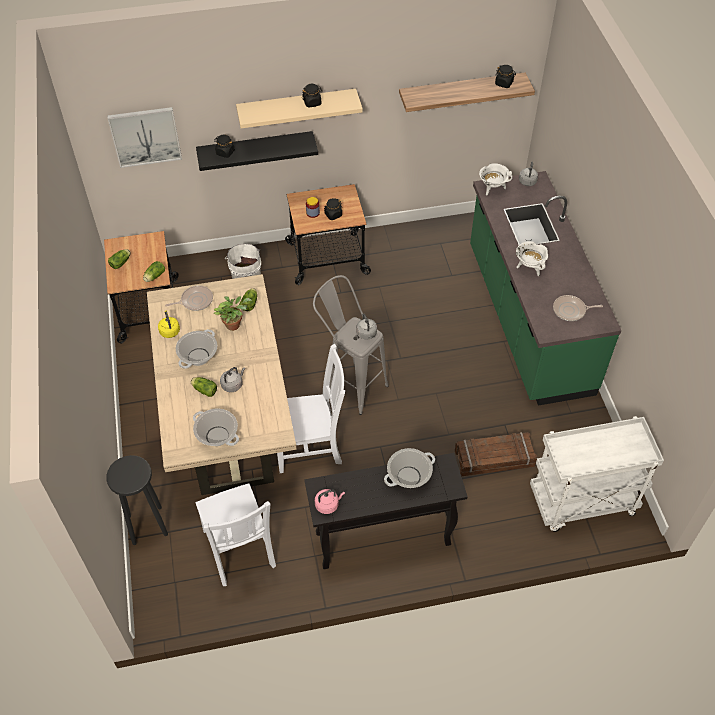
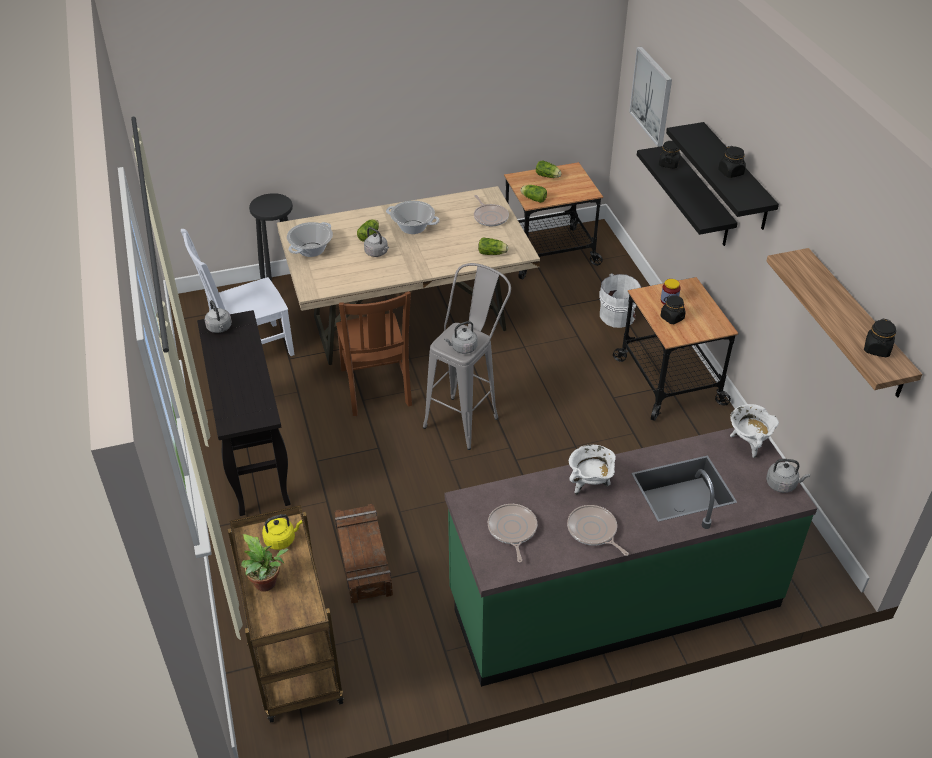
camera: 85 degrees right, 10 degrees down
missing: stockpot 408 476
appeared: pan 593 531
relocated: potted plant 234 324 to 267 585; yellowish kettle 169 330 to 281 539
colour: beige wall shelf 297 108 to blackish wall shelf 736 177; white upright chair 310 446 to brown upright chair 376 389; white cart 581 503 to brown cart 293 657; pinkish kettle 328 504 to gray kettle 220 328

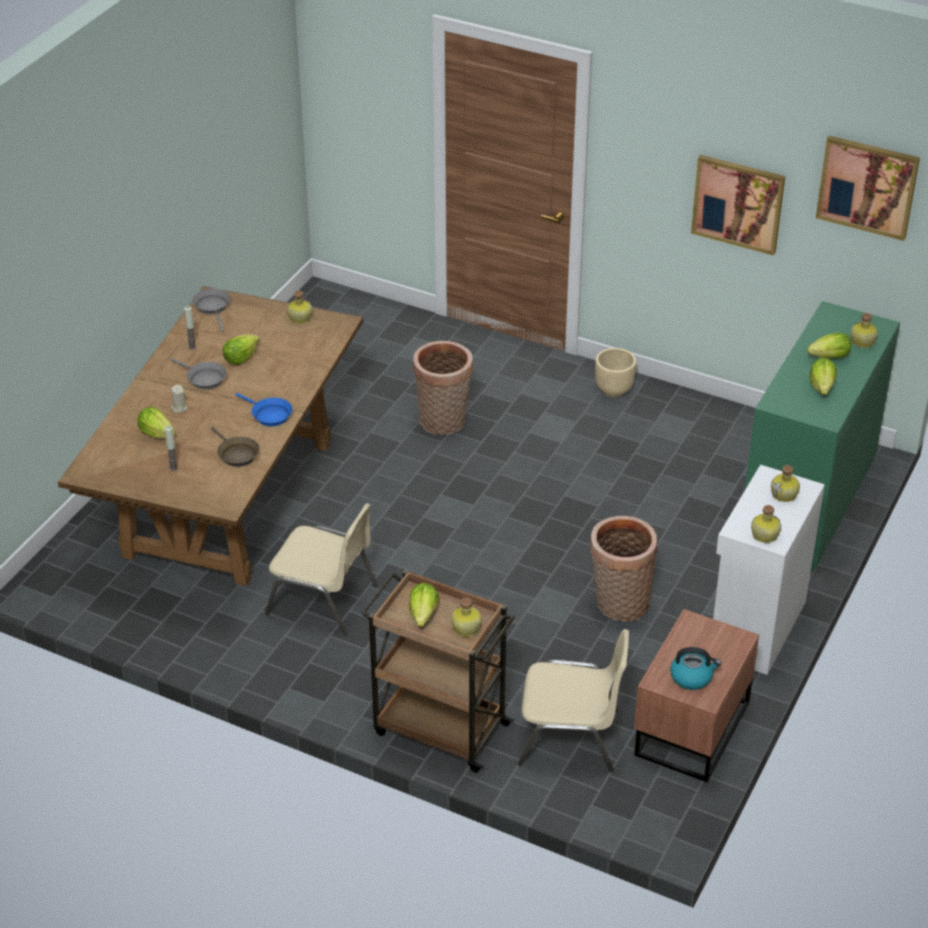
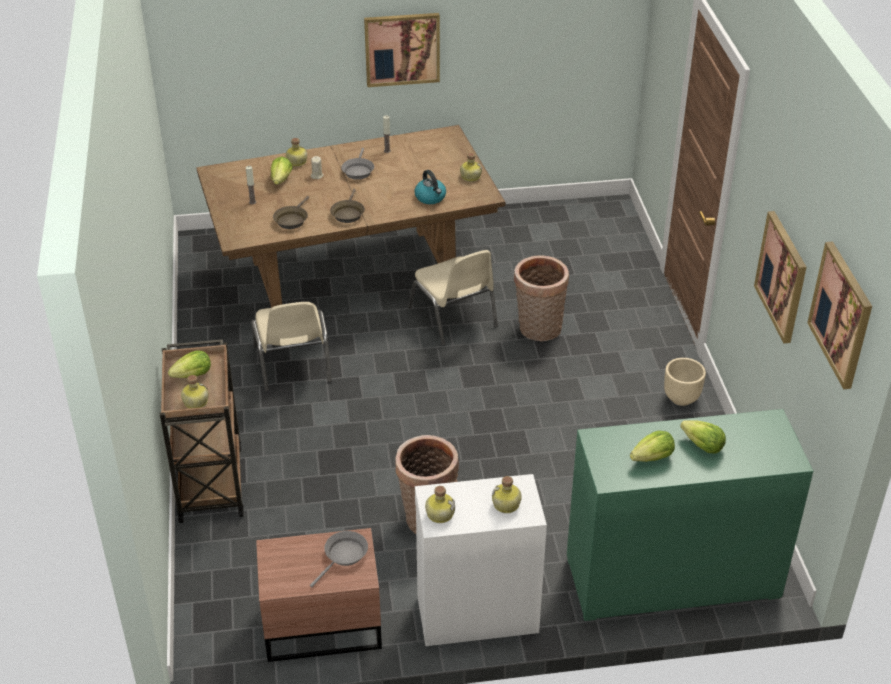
camera: 55 degrees right, 0 degrees up
missing: lettuce head 240 358
appeared: wall art 402 49
relocated: gray pan 213 308 to 344 556; beverage bottle 862 342 to 296 162; beige upright chair 571 737 to 454 318; kettle 692 677 to 430 197
colour: blue pan 269 415 to brown pan 348 213

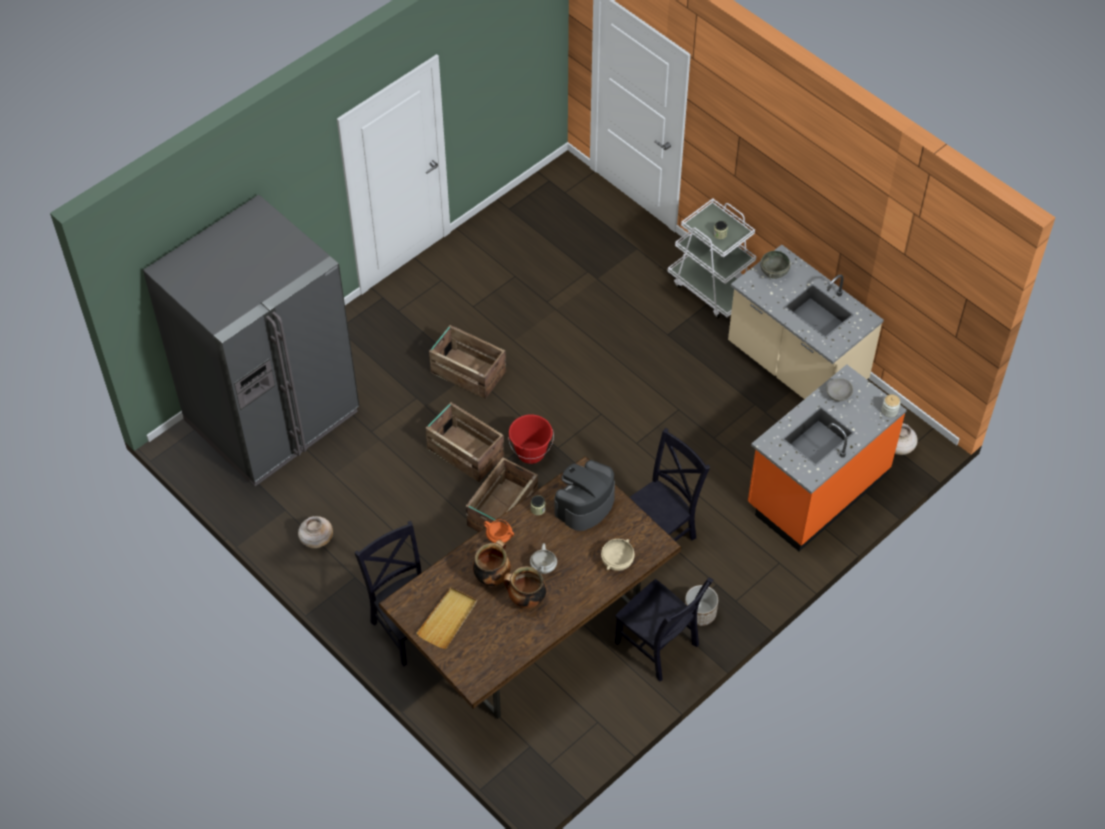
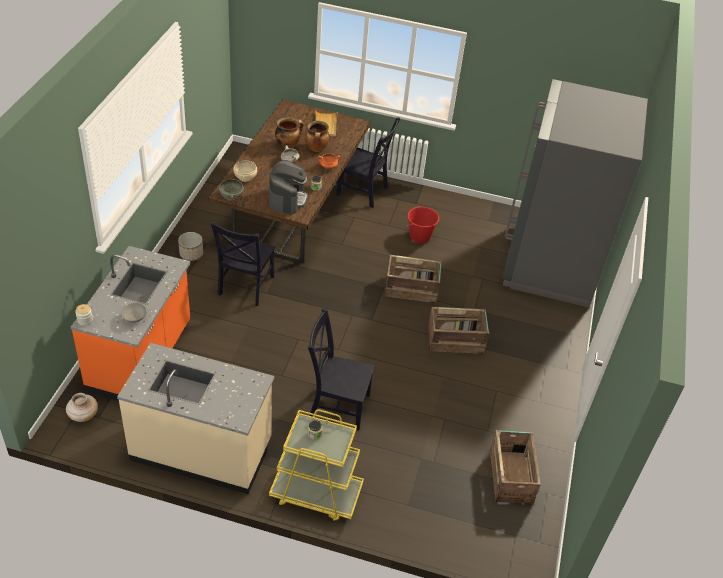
camera: 145 degrees right, 10 degrees down
missing: beige vase 316 540
relocated: gray deep dish 774 272 to 231 196; red pail 531 452 to 420 237; packing crate 501 511 to 511 475; blackish upright chair 659 646 to 336 405
colour: white cart 711 288 to yellowish cart 315 494

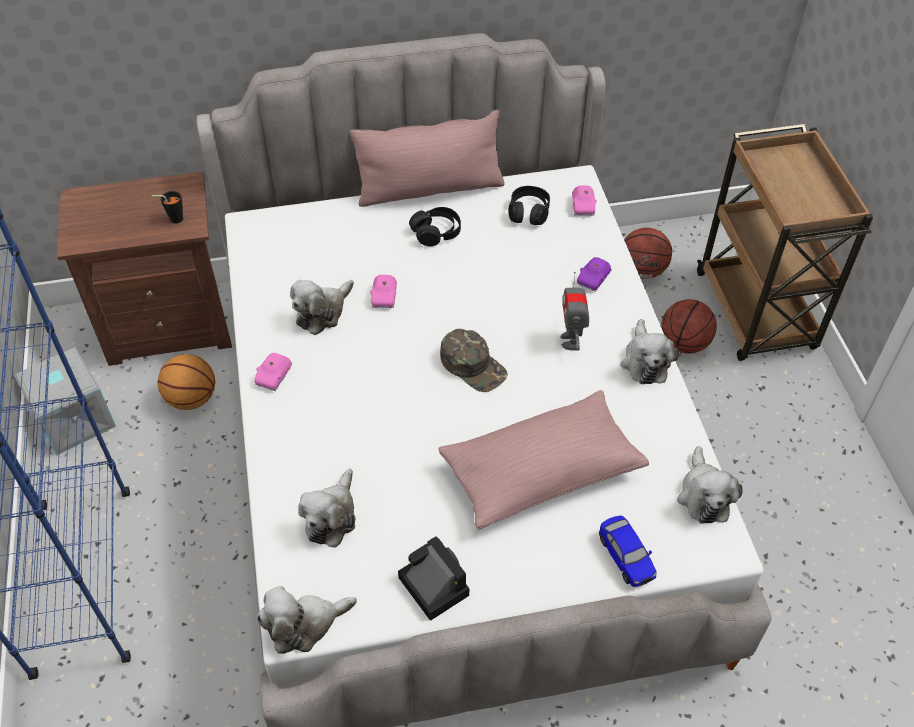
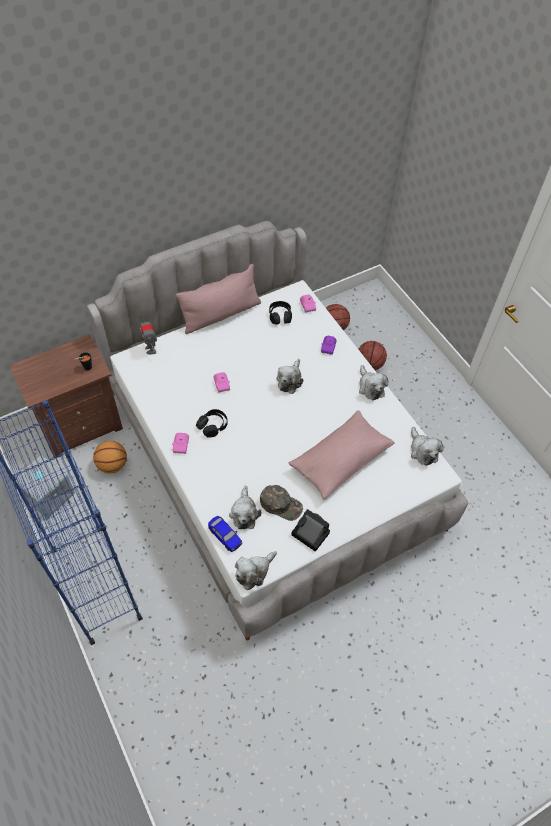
camera: 20 degrees left, 5 degrees up
missing: brown cart 756 313
relocated: blackish headphones 436 232 to 212 426; robot figure 571 341 to 151 349; soft toy 322 312 to 290 380; green peaked cap 473 365 to 281 504; toy car 626 558 to 225 536

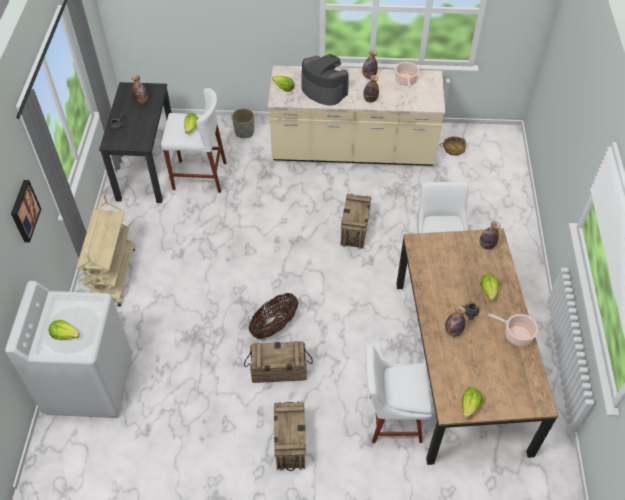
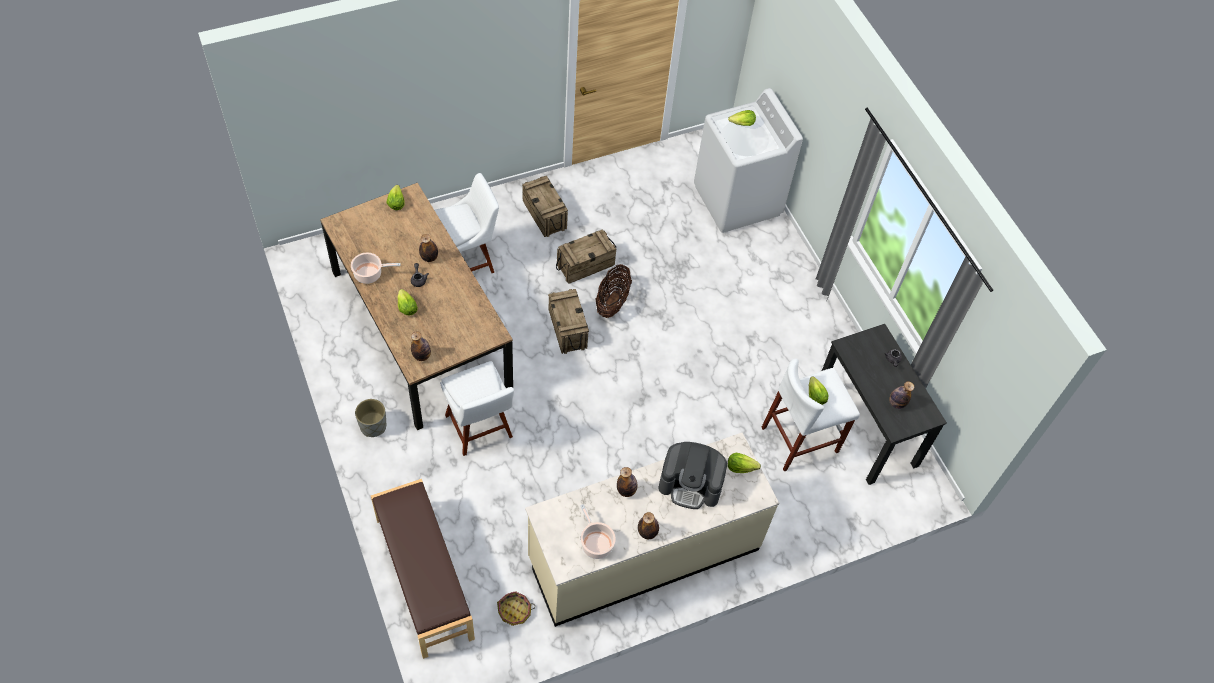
camera: 150 degrees right, 5 degrees up
missing: wall art 24 211; beige cart 113 275
appeared: brown bench 423 578
relocated: gray plant pot 244 132 to 373 426; packing crate 355 229 to 567 329

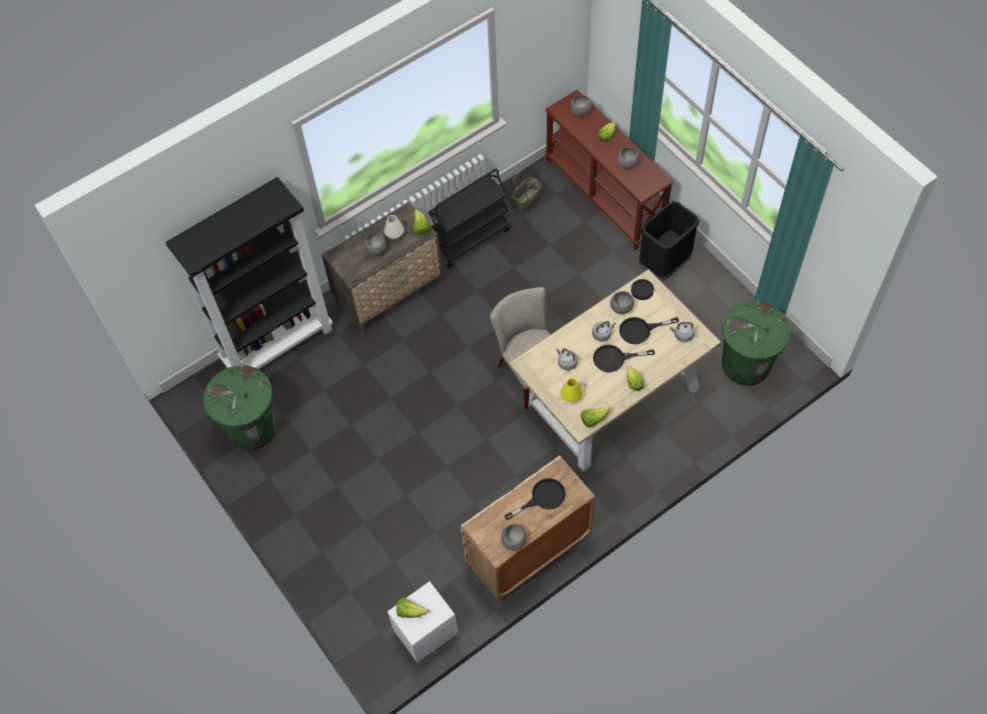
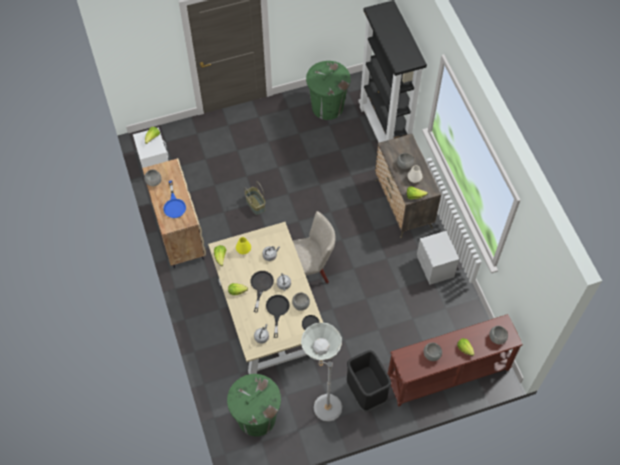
camera: 105 degrees right, 0 degrees up
appeared: gray standard lamp 321 405
relocated: storage basket 526 201 to 256 204
exchanged: blackish cart 470 238 to gray bedside table 435 267
colour: blackish pan 542 498 to blue pan 174 205

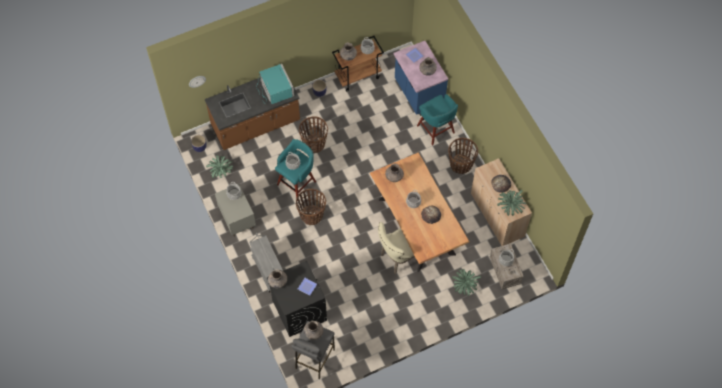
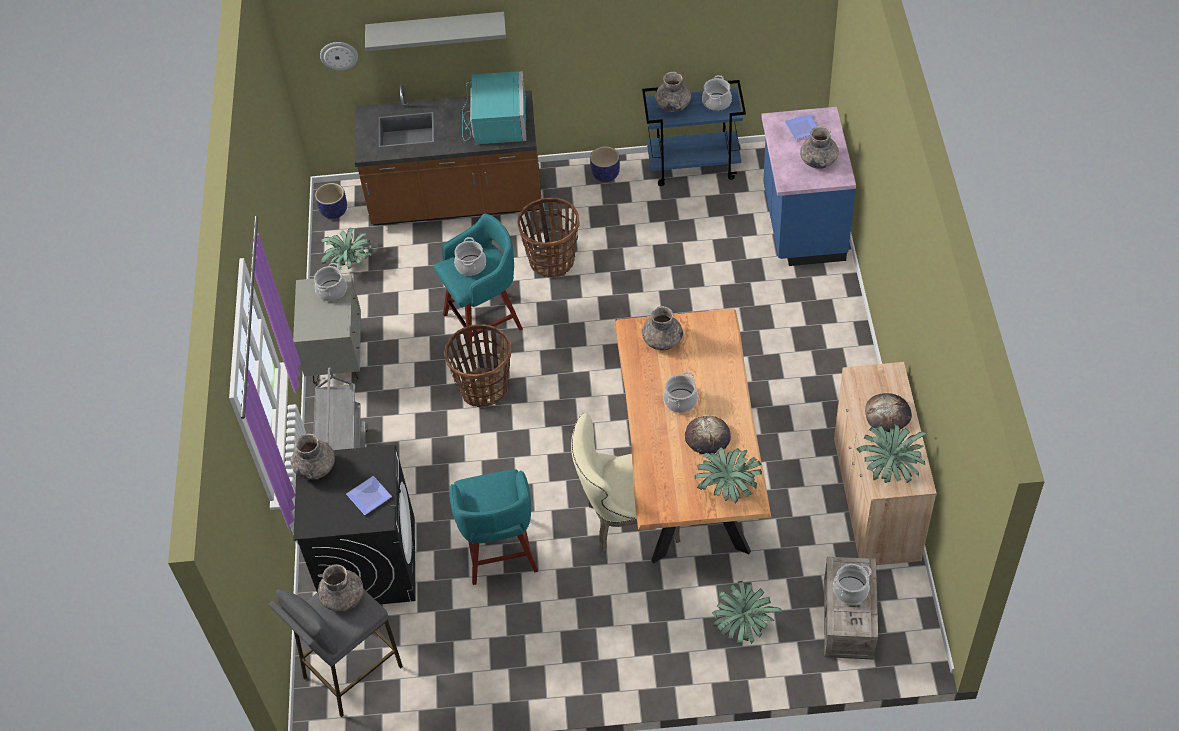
camera: 25 degrees right, 10 degrees down
missing: storage basket 461 164
appeared: gray wall shelf 436 29; potted plant 727 487
relocated: blue-green stool 436 130 to 500 553
colour: brown cart 358 76 to blue cart 694 165

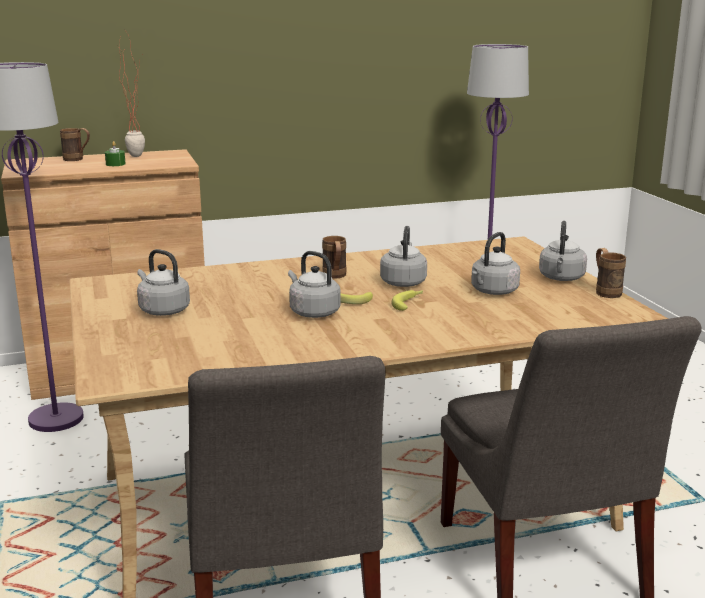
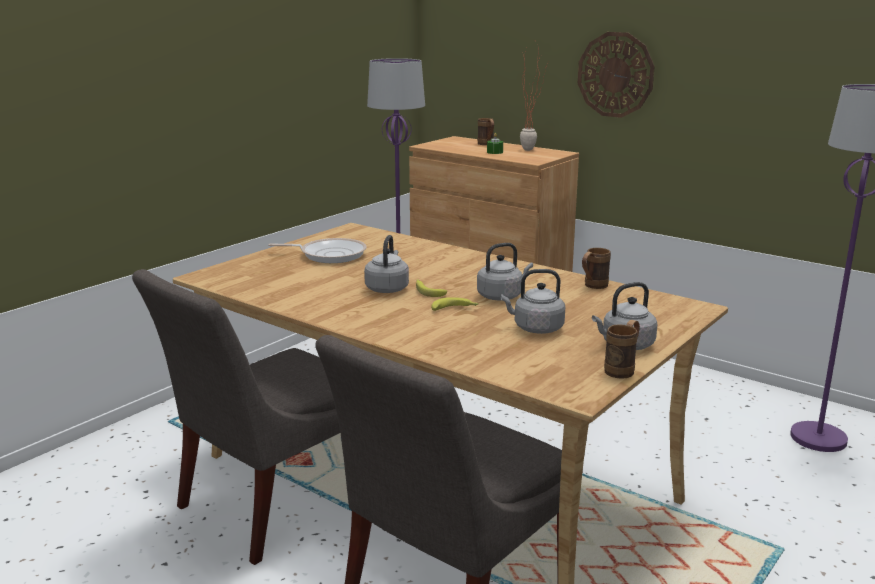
camera: 55 degrees right, 0 degrees up
appeared: clock on the wall 615 74
relocated: brown coffee mug 335 276 to 592 286
exchanged: gray kettle 162 310 to pan 329 255

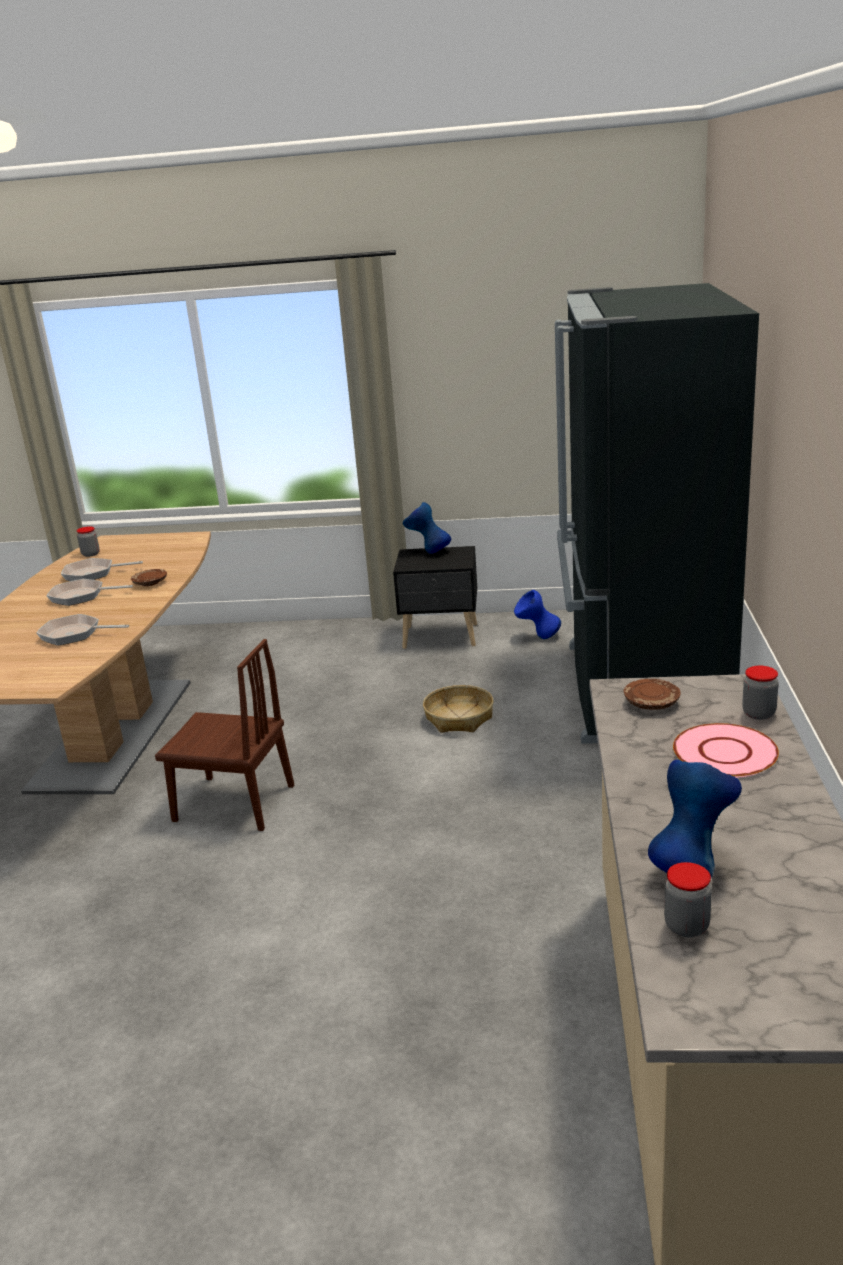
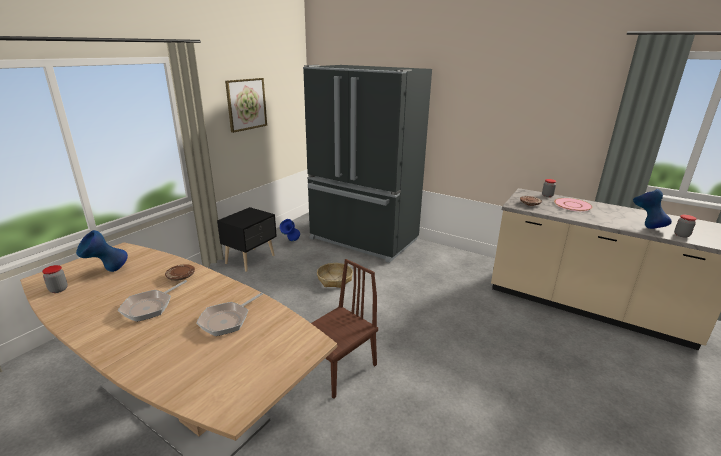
camera: 65 degrees left, 0 degrees up
missing: pan 93 574
appeared: wall art 246 104
relocated: blue vase 428 552 to 107 271

